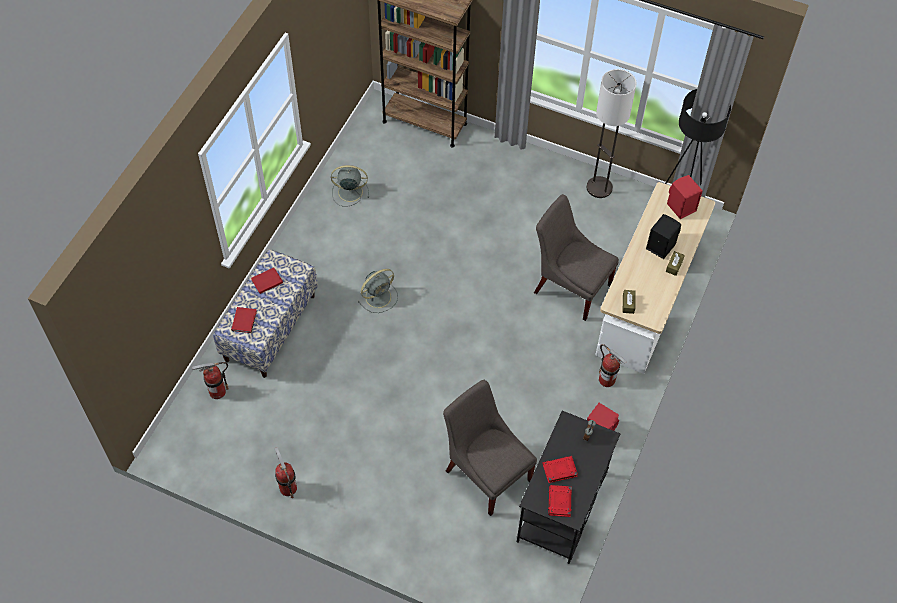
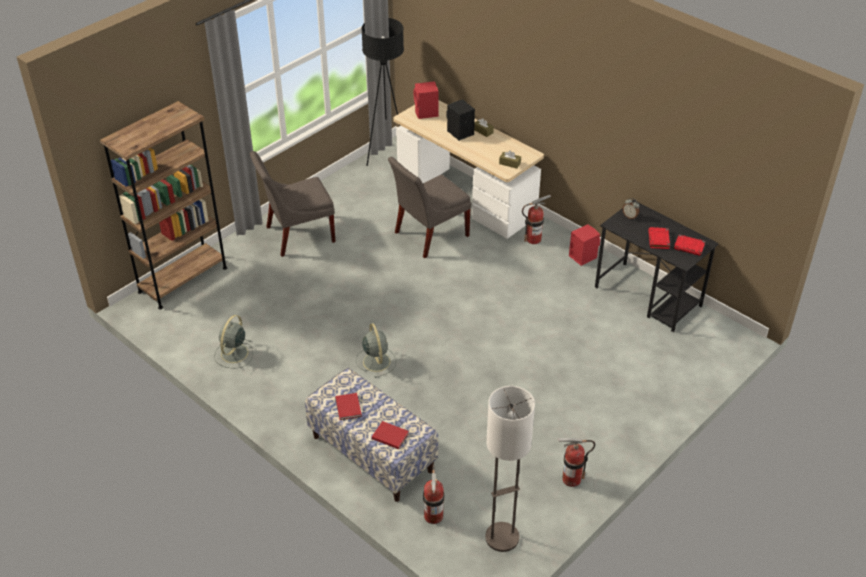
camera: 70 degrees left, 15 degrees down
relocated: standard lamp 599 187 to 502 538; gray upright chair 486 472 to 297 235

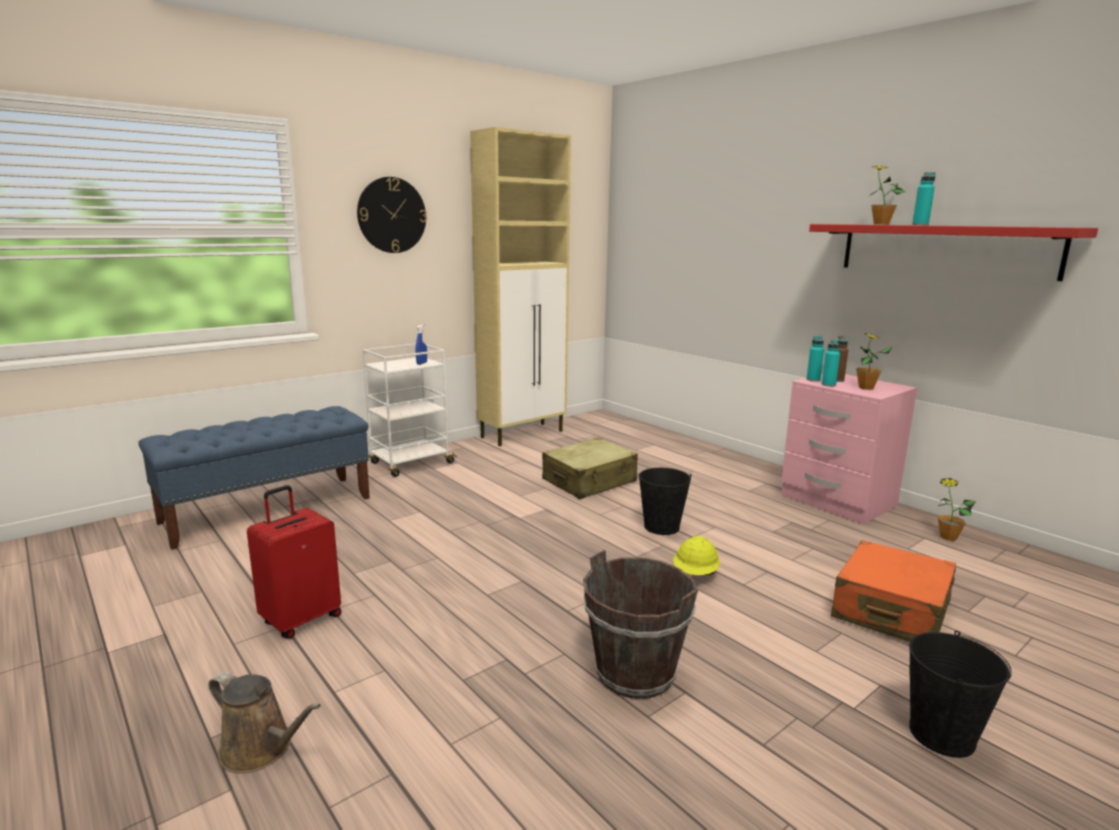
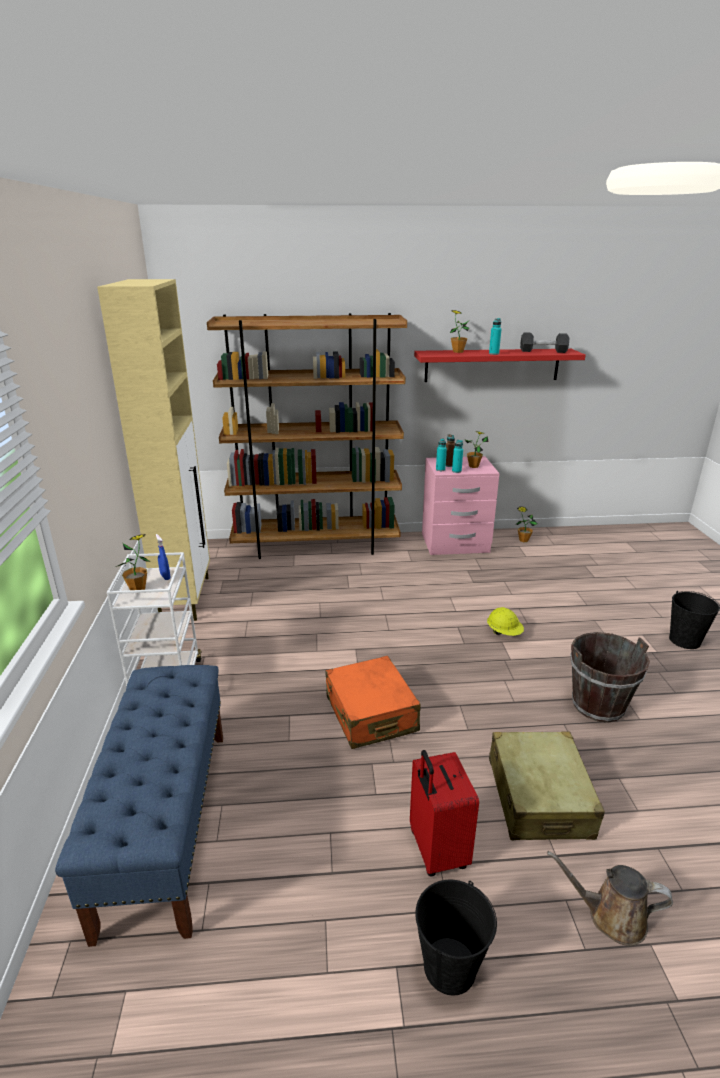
camera: 55 degrees left, 10 degrees up
missing: clock on the wall 392 215
appeared: brown shelving unit 316 546; blackish dumbbell 543 351; potted plant 138 589
relocated: beige travel case 589 481 to 539 797; blackish pail 661 527 to 449 966; orangey travel case 890 611 to 371 714
spun: brown watering can 261 749 = 611 916 135 degrees counterclockwise

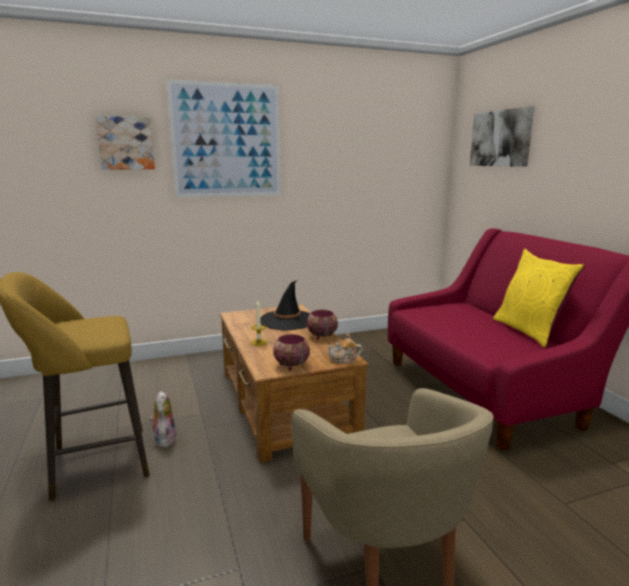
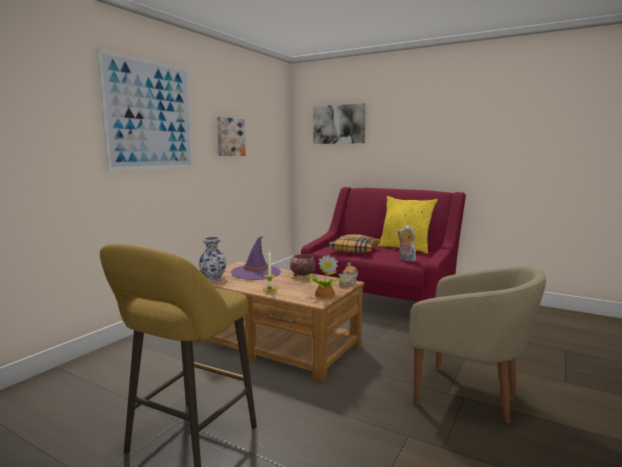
camera: 40 degrees left, 5 degrees down
appeared: cushion 354 250; vase 213 278
relocated: wall art 126 143 to 230 137; soft toy 164 439 to 406 259
exchanged: deep dish 290 365 to potted plant 323 295
colour: blackish wearable hat 287 320 to purple-coloured wearable hat 256 273

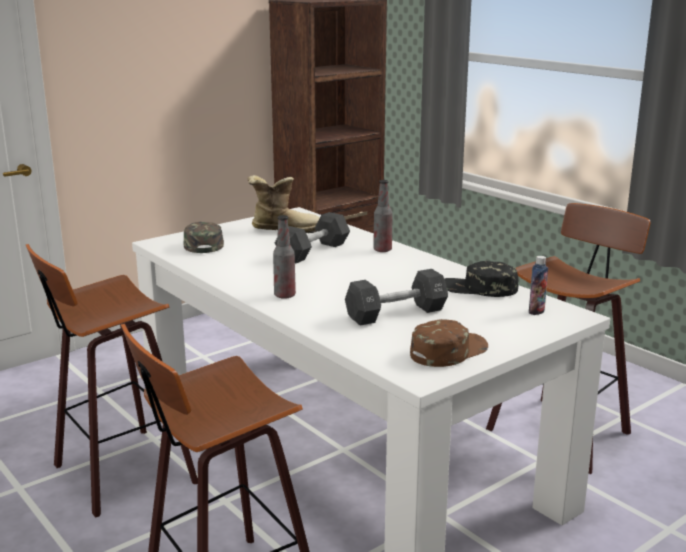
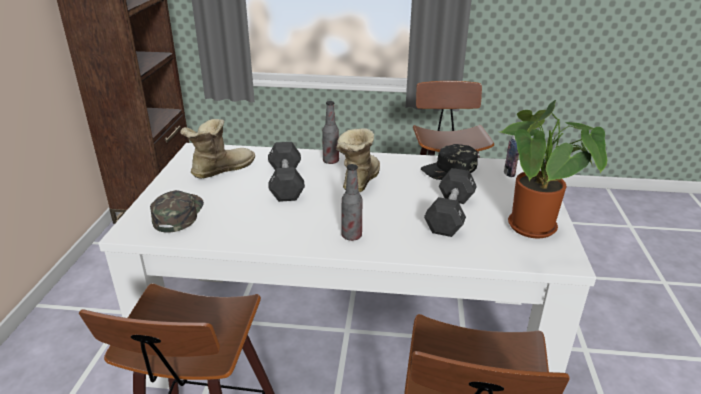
camera: 45 degrees left, 10 degrees up
appeared: high-top boot 358 181
exchanged: brown peaked cap 448 351 to potted plant 535 230
spun: green peaked cap 202 244 = 178 214 60 degrees clockwise

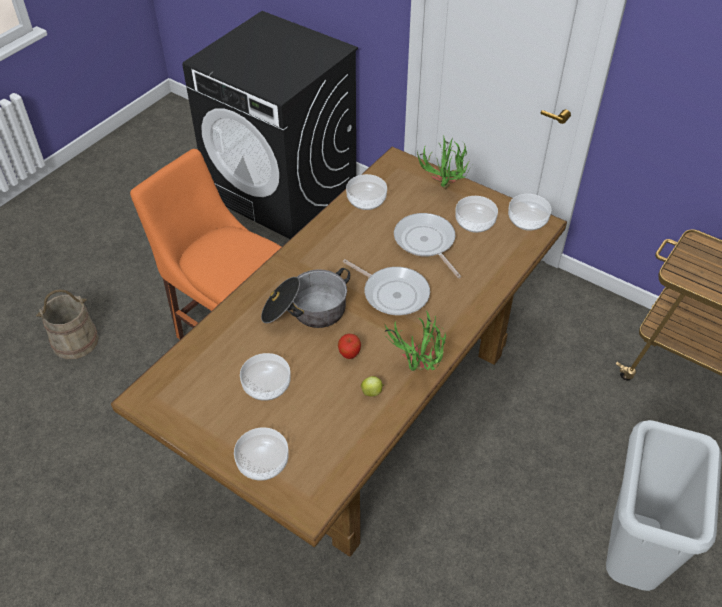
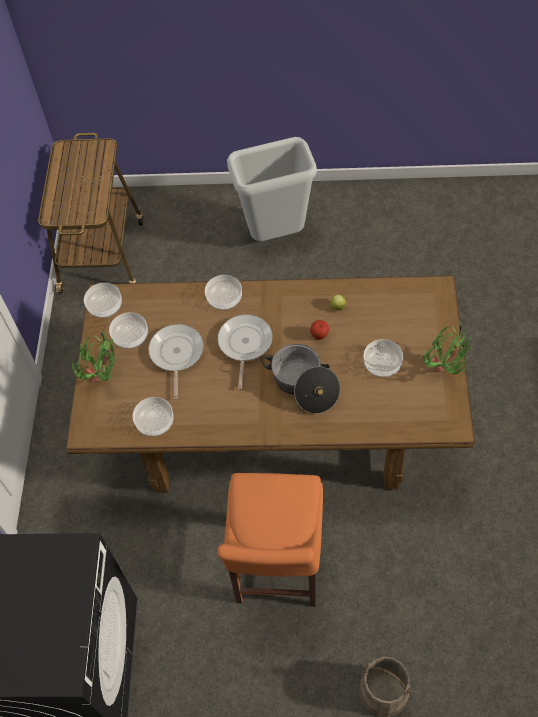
camera: 120 degrees left, 10 degrees up
relocated: potted plant 417 372 to 446 368; deep dish 263 462 to 224 298
spun: pan 426 242 = 176 354 150 degrees clockwise

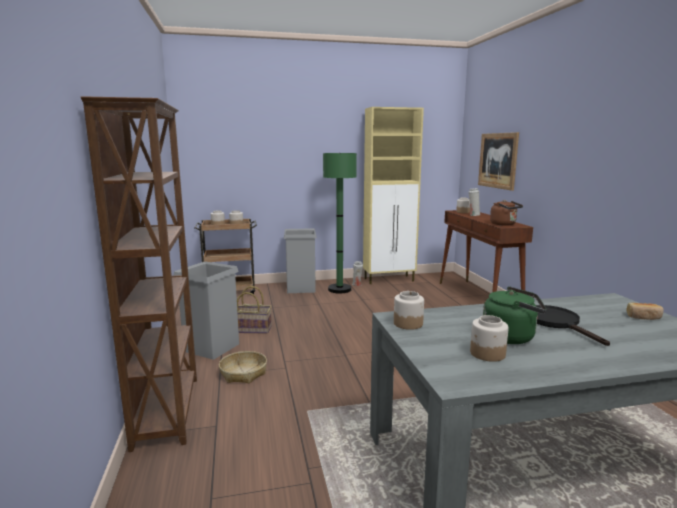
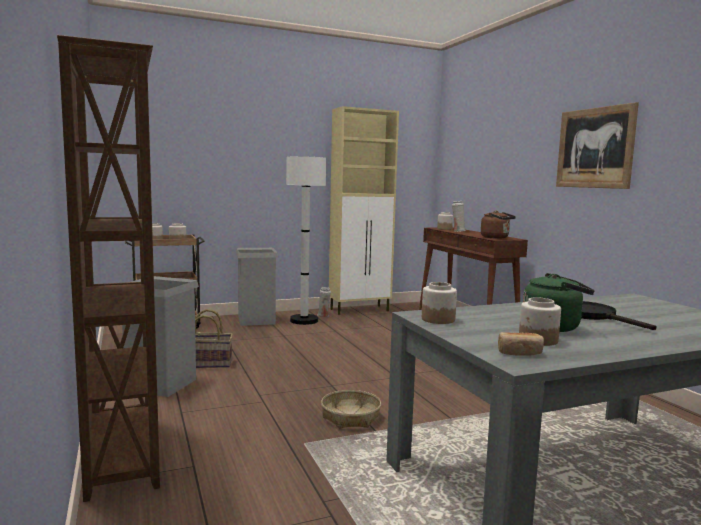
camera: 10 degrees left, 5 degrees down
relocated: wall art 497 160 to 594 148; bread 643 317 to 519 353; storage basket 243 373 to 350 417
colour: green standard lamp 339 289 to white standard lamp 304 320

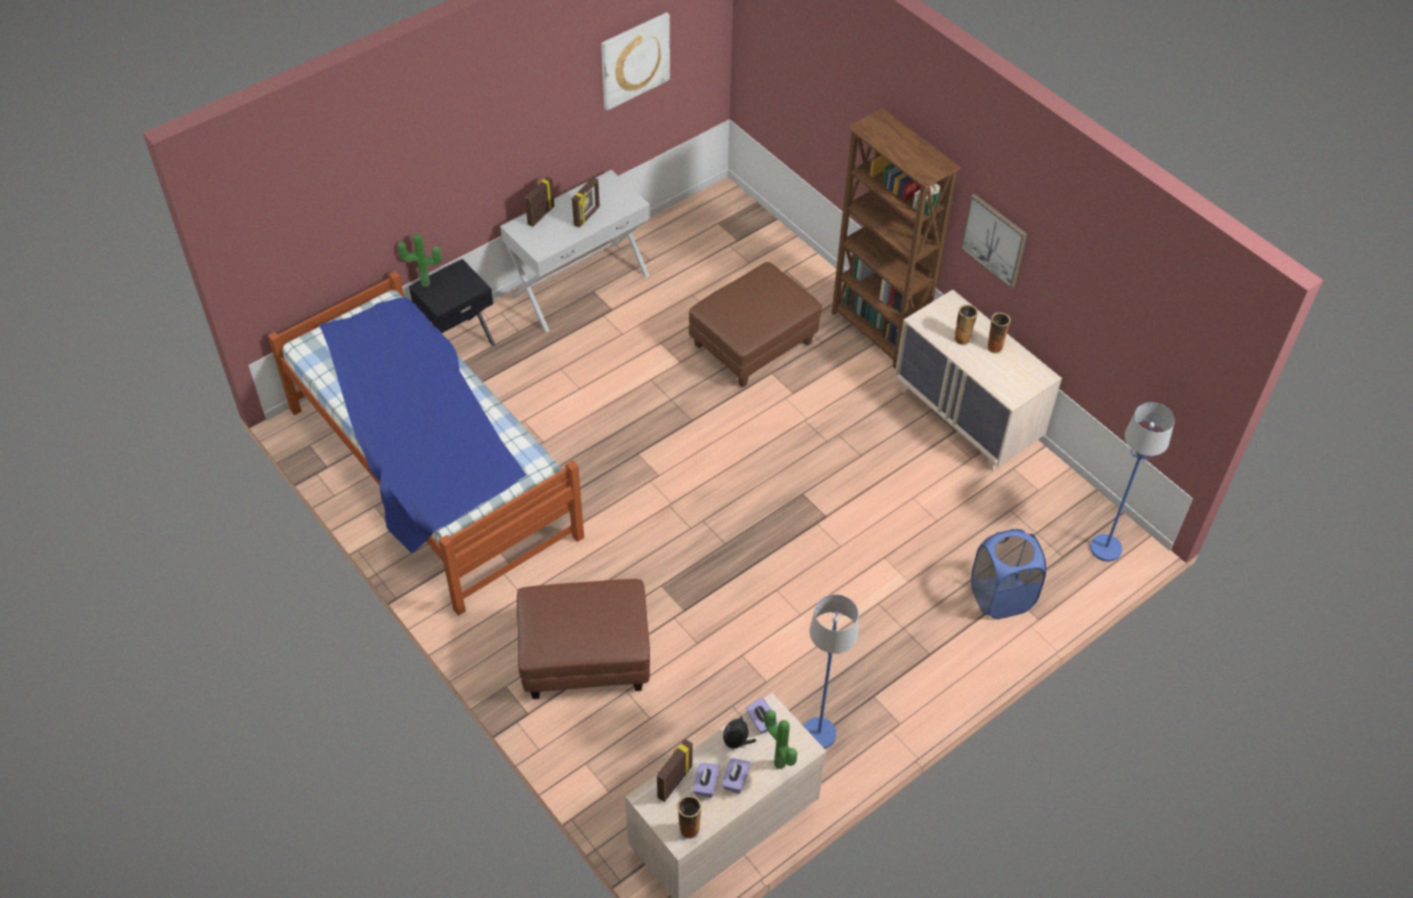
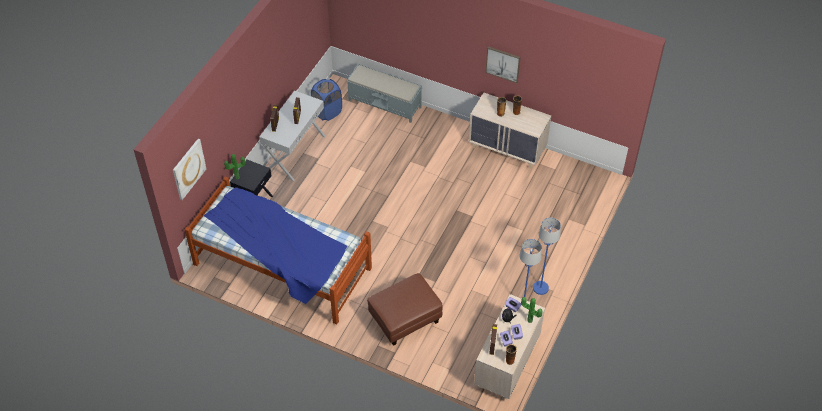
camera: 25 degrees left, 0 degrees up
missing: brown shelving unit 877 333; brown ottoman 753 345
appeared: gray bench 385 104
relocated: wall art 634 60 to 188 169; blue standard lamp 1105 548 to 540 288; blue washing basket 1001 597 to 327 112

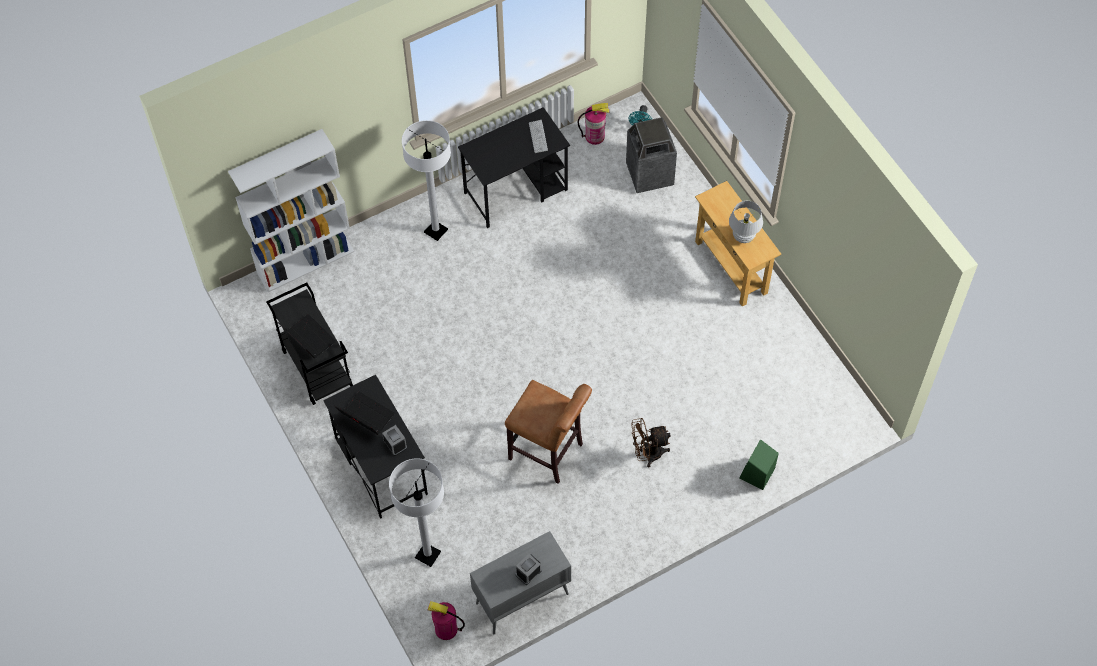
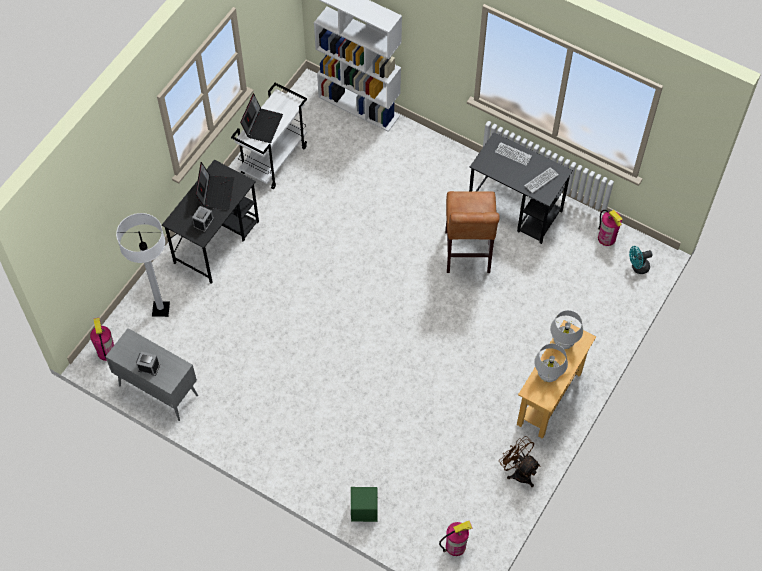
camera: 60 degrees right, 0 degrees up
missing: trash can 649 174; white standard lamp 436 231
appeared: PC keyboard 513 154; white lamp for a table 563 342; fire-fighting cylinder 455 546
relocated: brown stool 549 453 to 467 255; brown electric fan 647 454 to 519 472
colour: blackish cart 316 368 to white cart 274 159

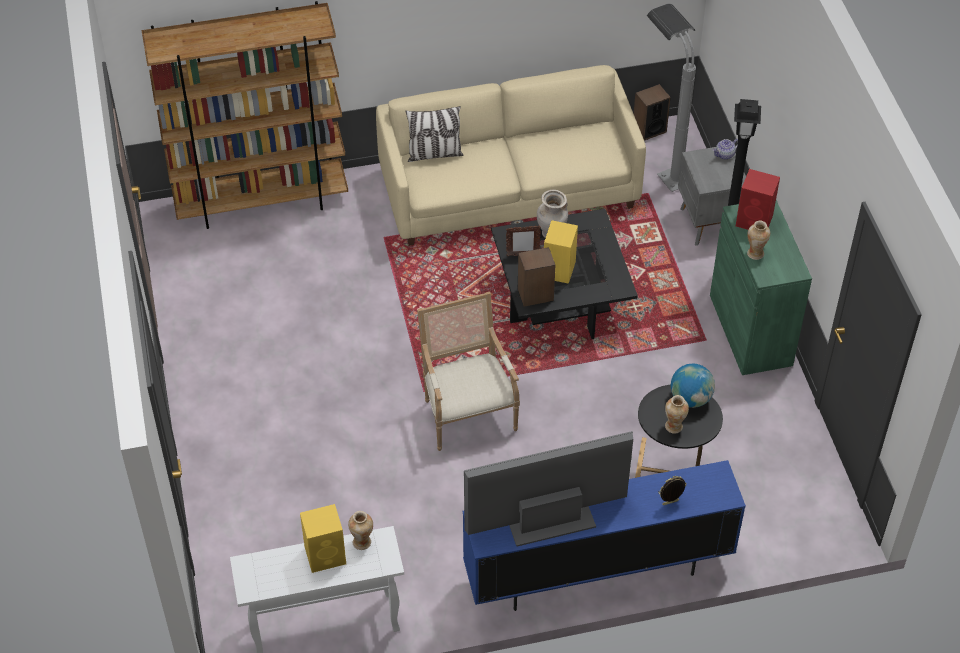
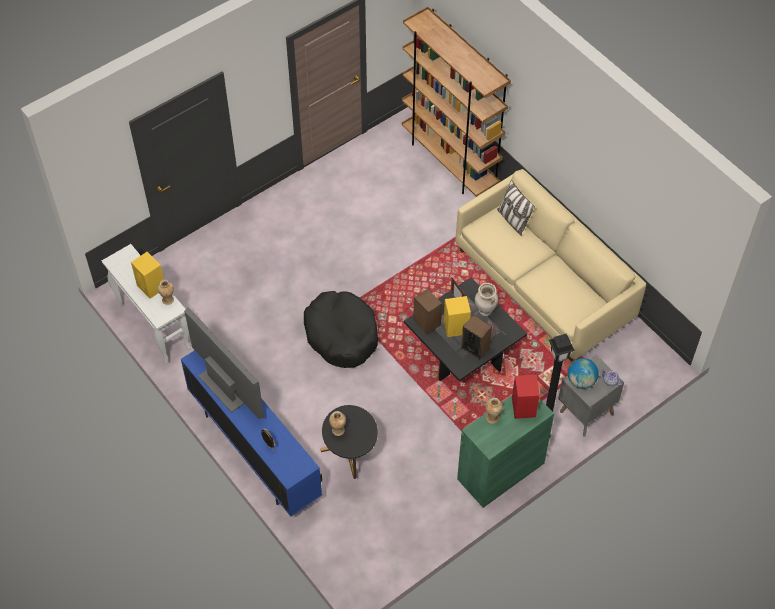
camera: 65 degrees right, 5 degrees up
missing: gray standard lamp 664 167
relocated: audio speaker 649 130 to 475 348; world globe 690 398 to 581 381
exchanged: armchair 467 412 to blackish dog cushion 341 335

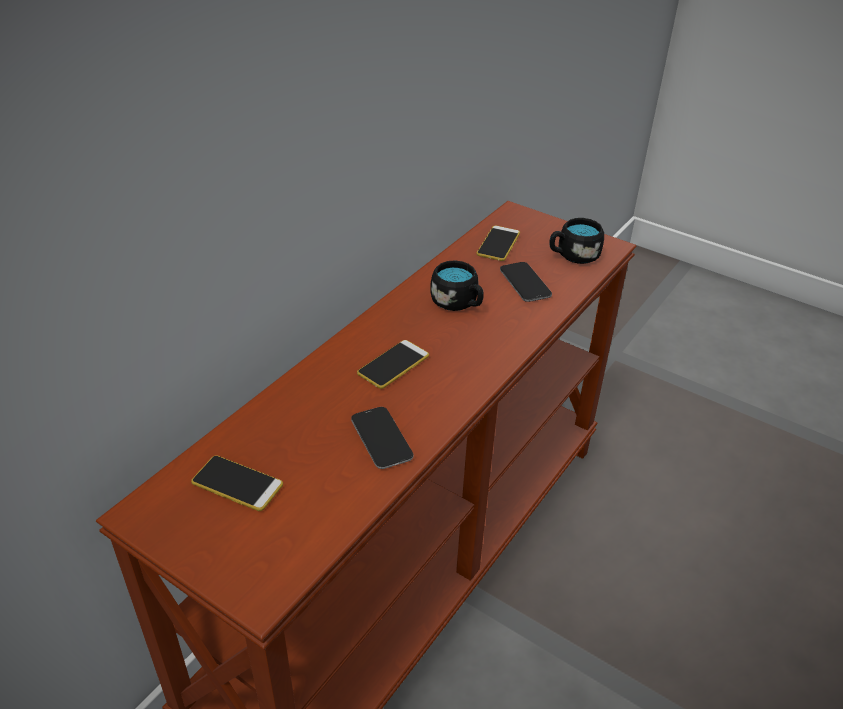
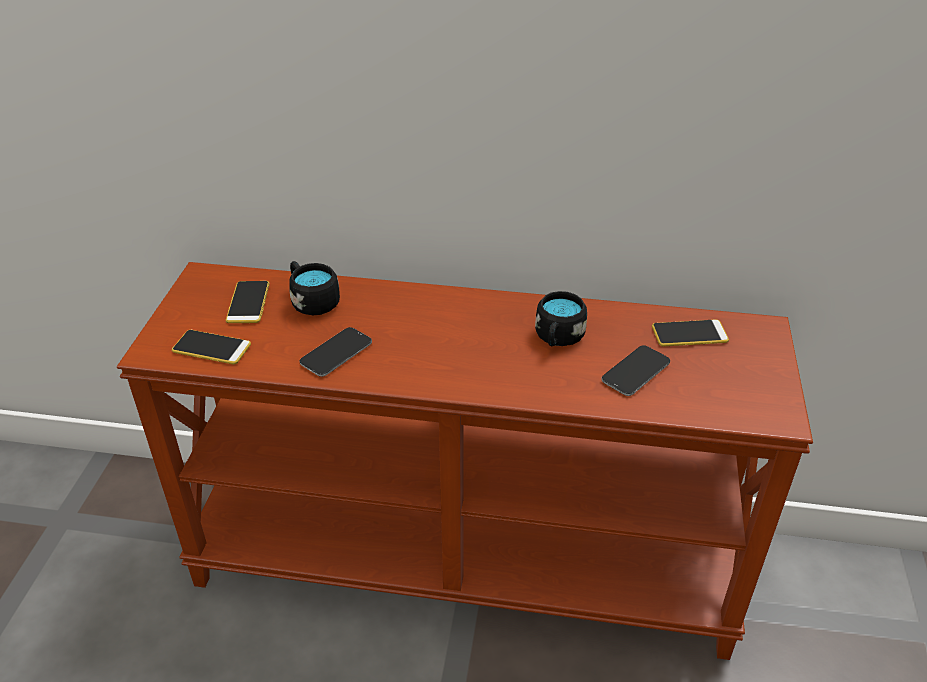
camera: 65 degrees right, 0 degrees up
relocated: blackish coffee mug 573 255 to 312 301; handset 393 365 to 211 348

